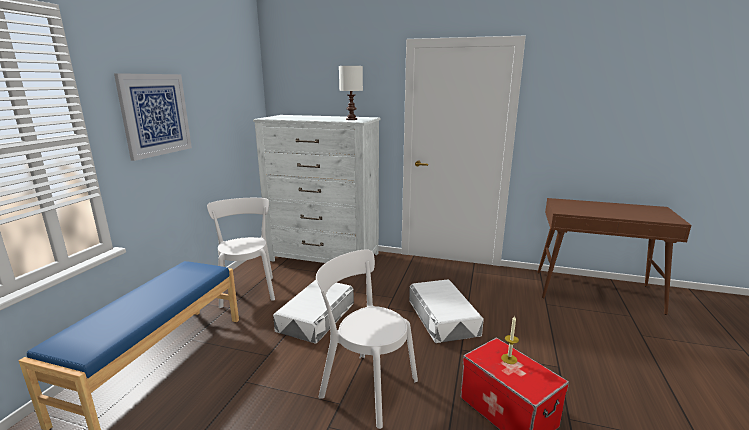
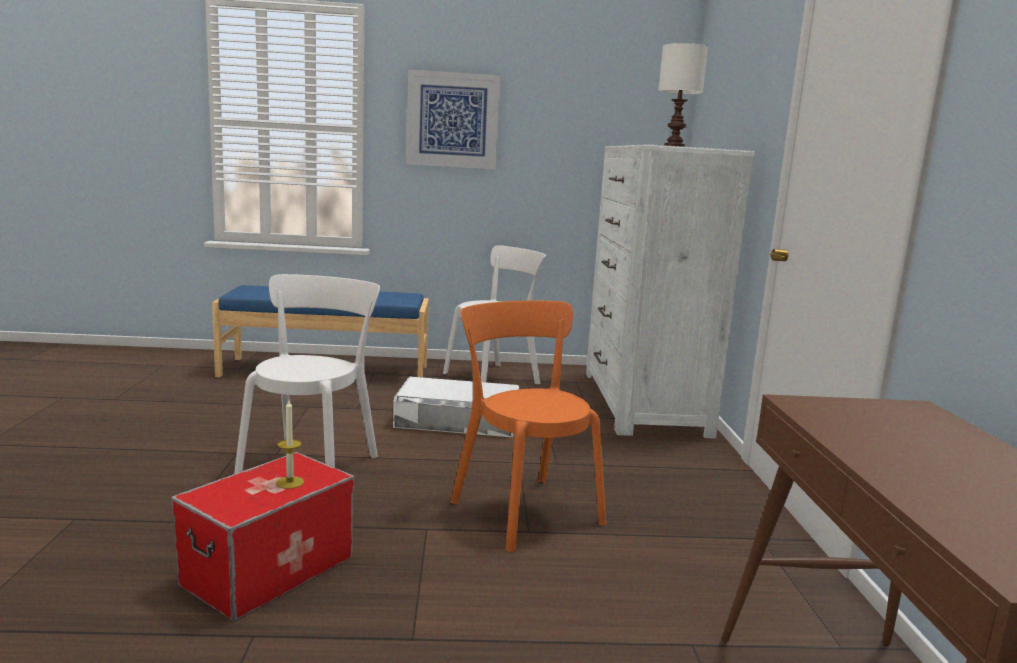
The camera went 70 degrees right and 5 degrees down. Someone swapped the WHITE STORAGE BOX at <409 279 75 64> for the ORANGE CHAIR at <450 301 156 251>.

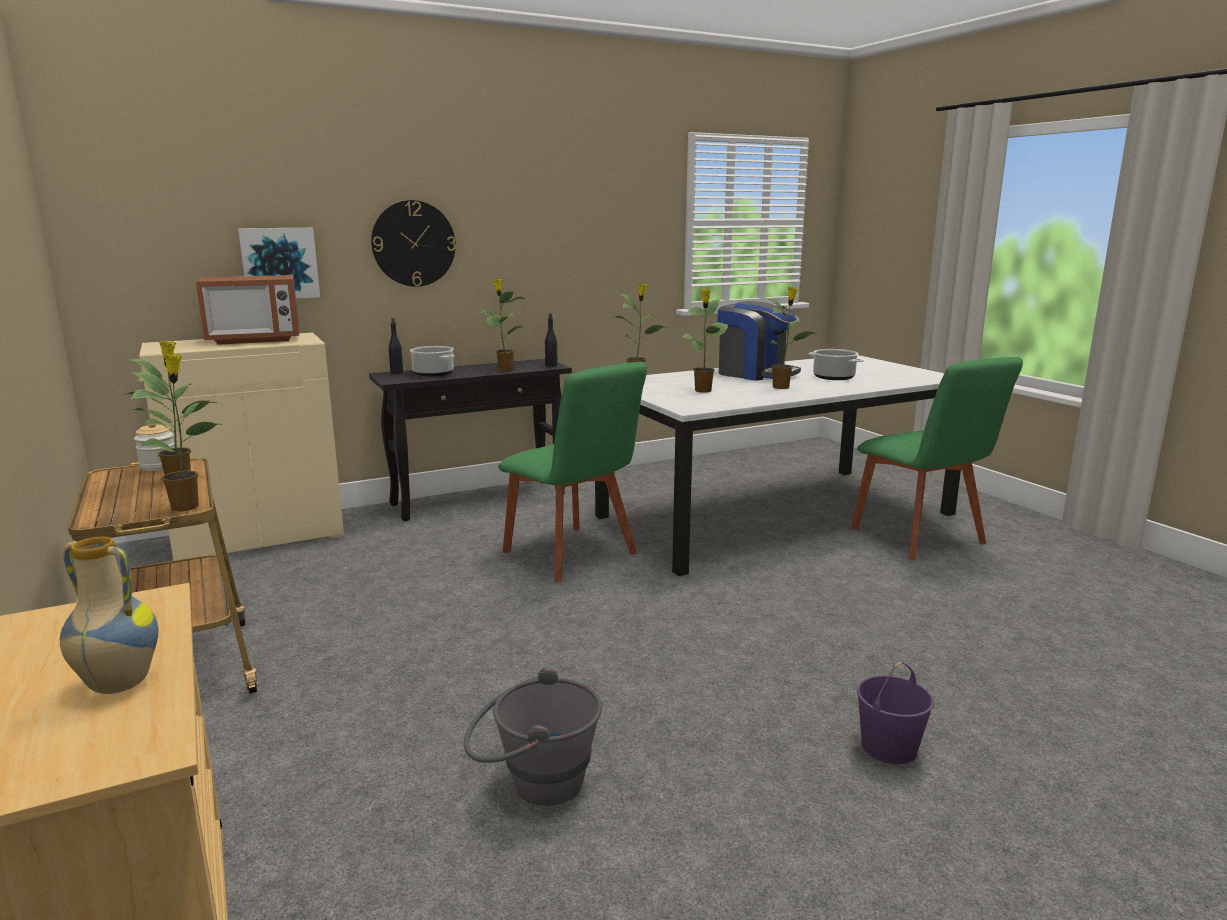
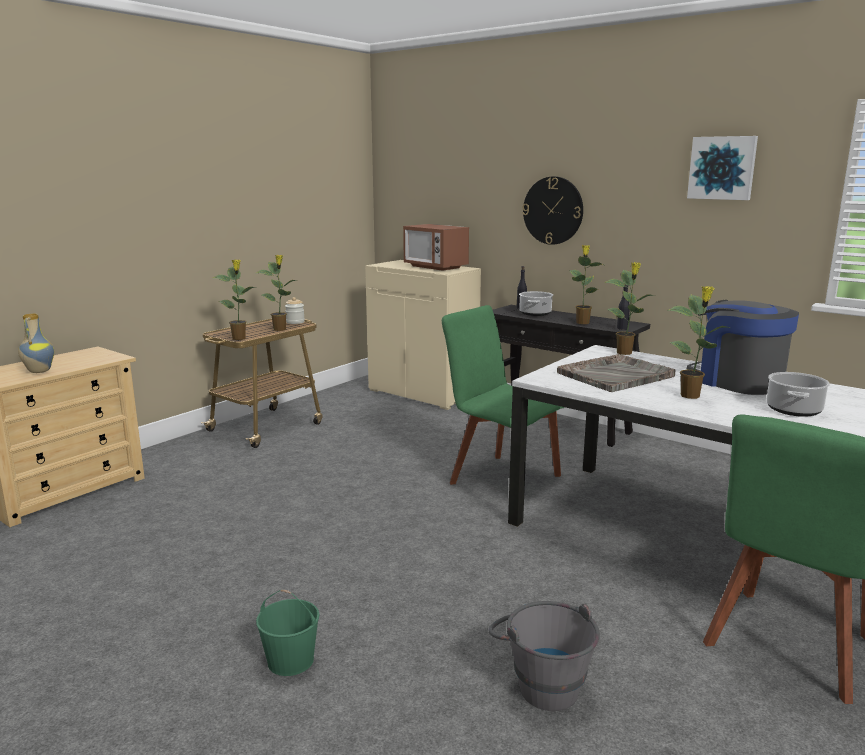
The camera went 65 degrees right and 0 degrees up. Someone carried the PICTURE from <238 228 82 70> to <687 136 71 64>. Someone swapped the POTTED PLANT at <682 289 46 103> for the GREY TRAY at <557 354 118 38>. Someone rotated the COFFEE MACHINE at <718 301 83 80> by 135 degrees clockwise. Someone rotated the GREEN CHAIR at <498 362 149 220> by 105 degrees clockwise. Someone repainted the PURPLE BUCKET at <857 662 77 102>, which became the GREEN BUCKET at <256 590 64 86>. Someone carried the GREY BUCKET from <464 667 138 139> to <489 601 111 110>.

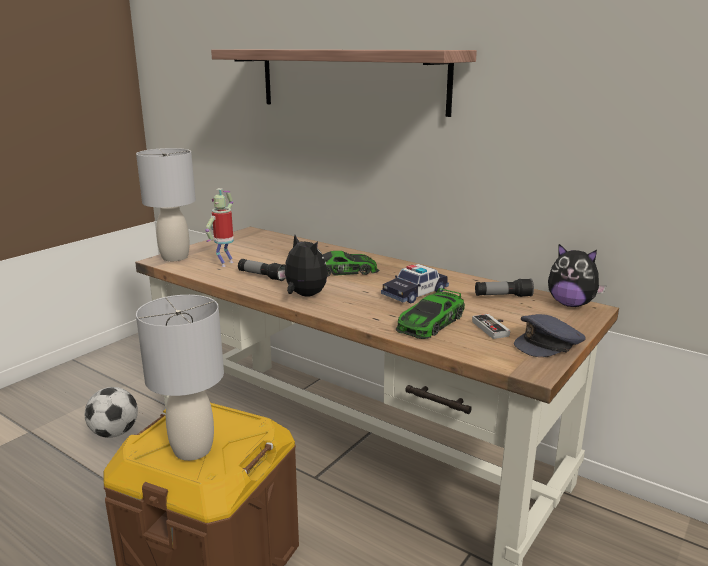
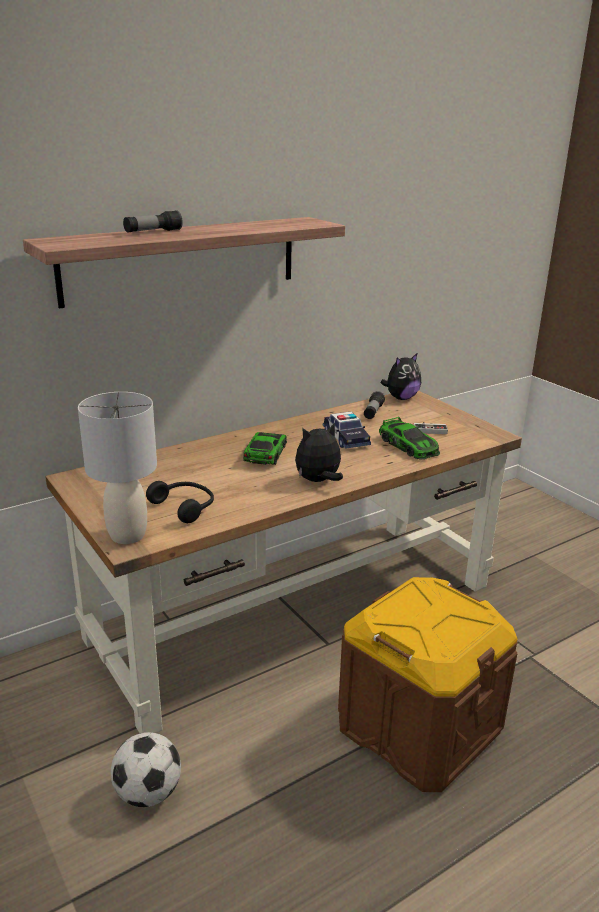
The camera went 70 degrees left and 5 degrees up. Someone swapped the TOY ROBOT at <205 188 29 79> for the BLACK HEADPHONES at <146 481 68 42>. Someone carried the FLASHLIGHT from <238 259 47 22> to <123 210 60 22>. Someone took away the GREY TABLE LAMP at <136 295 88 166>. Someone took away the GREY CAP at <514 314 72 43>.

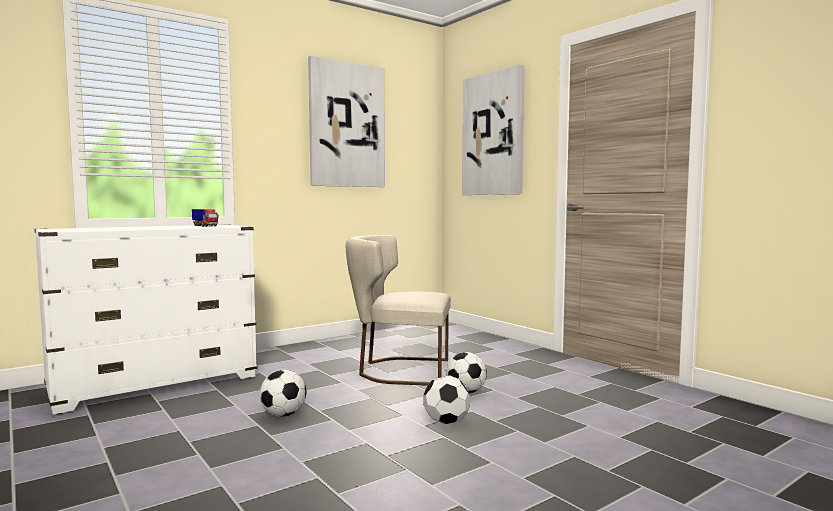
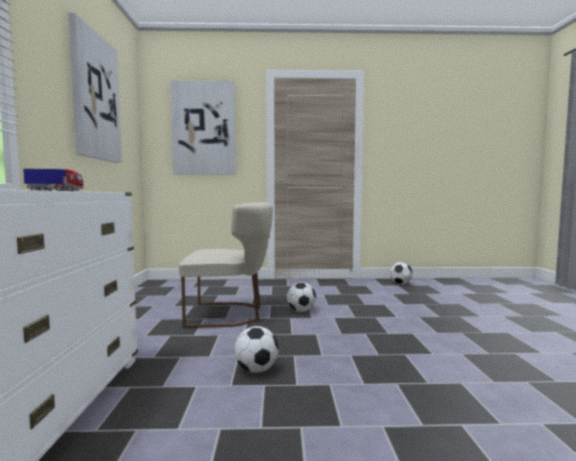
The camera went 55 degrees left and 0 degrees up. Someone rotated the BEIGE CHAIR at <346 235 105 151> by 135 degrees counterclockwise. Someone carried the FOOTBALL from <423 376 47 48> to <390 262 23 23>.

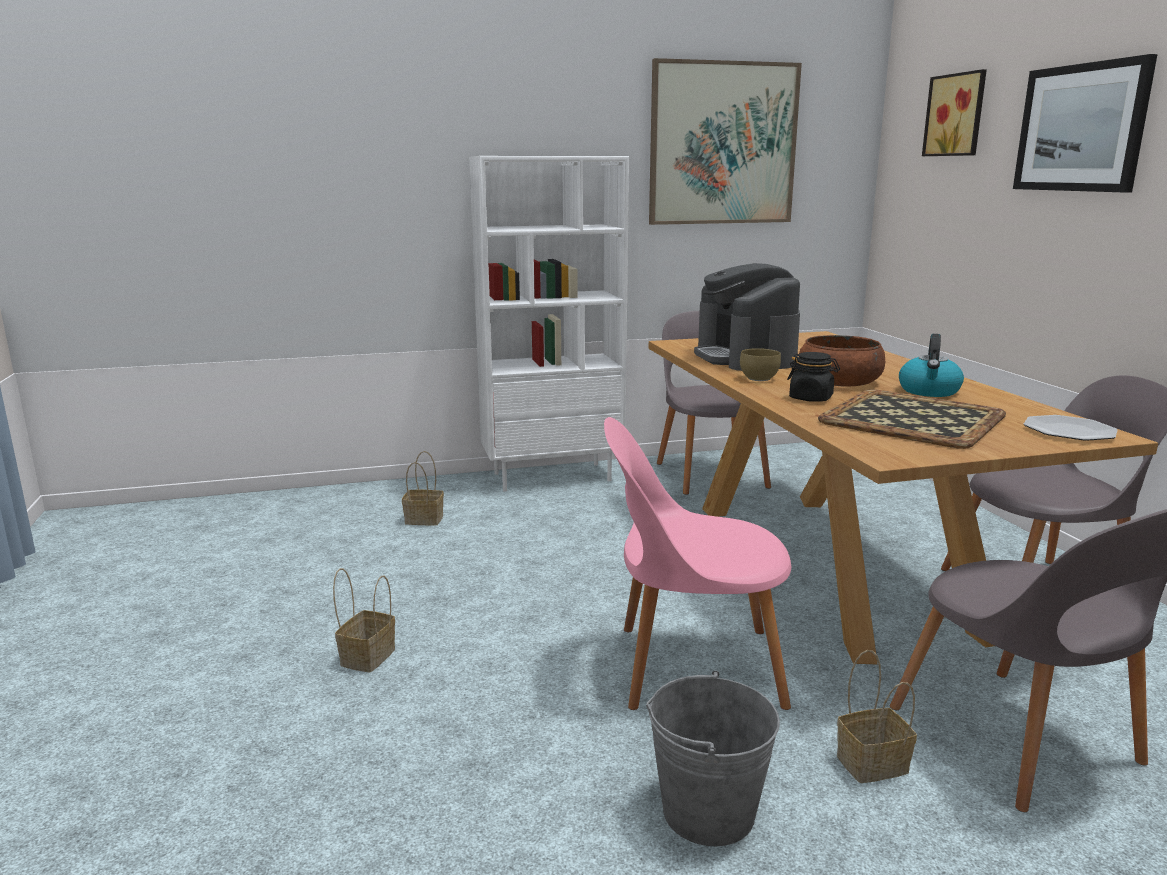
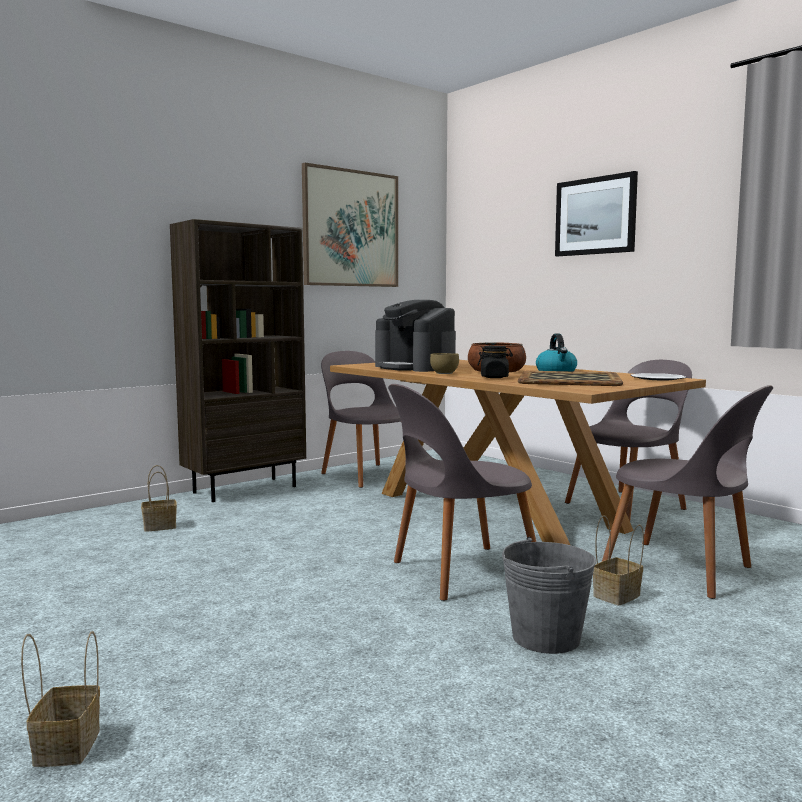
The camera went 25 degrees left and 10 degrees down. Someone took away the PICTURE at <922 69 65 87>. Someone repainted the WHITE BOOKCASE at <469 156 160 335>, which became the BROWN BOOKCASE at <170 219 136 283>. Someone repainted the PINK CHAIR at <604 417 187 293>, which became the GREY CHAIR at <388 384 148 217>. Someone carried the BASKET from <333 568 62 104> to <21 631 79 136>.

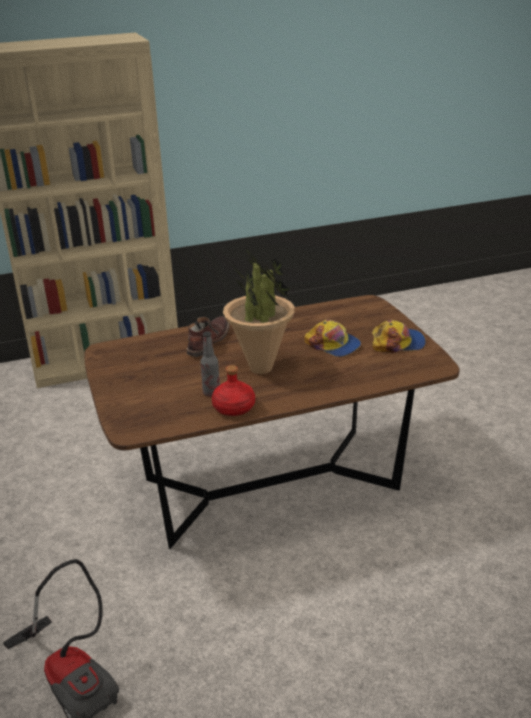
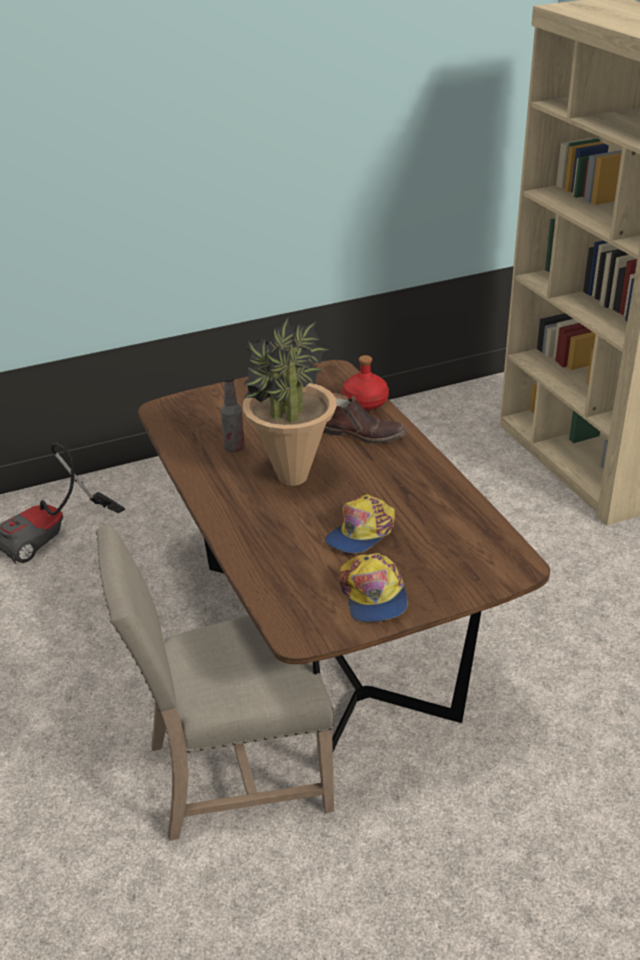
The camera went 85 degrees right and 5 degrees up. Someone carried the RED BOTTLE from <212 365 43 51> to <342 355 47 55>. Someone put down the BEIGE CHAIR at <96 524 239 317>.

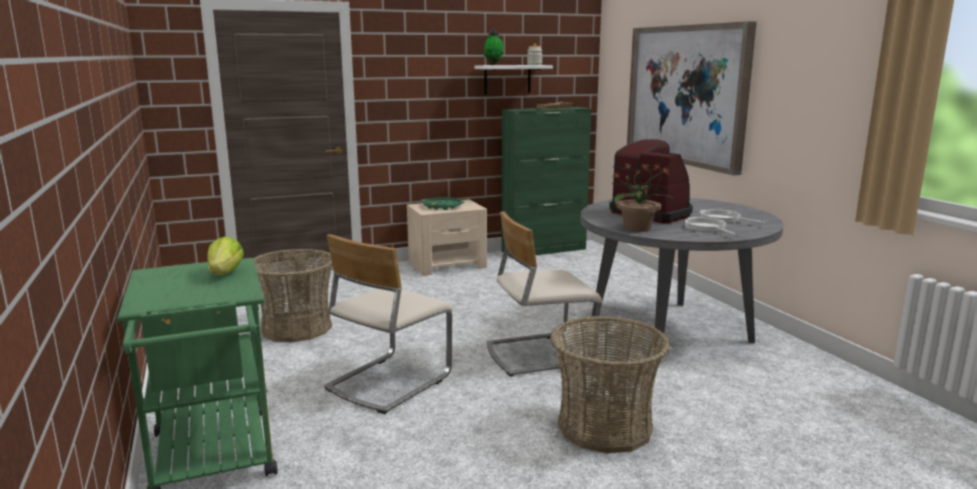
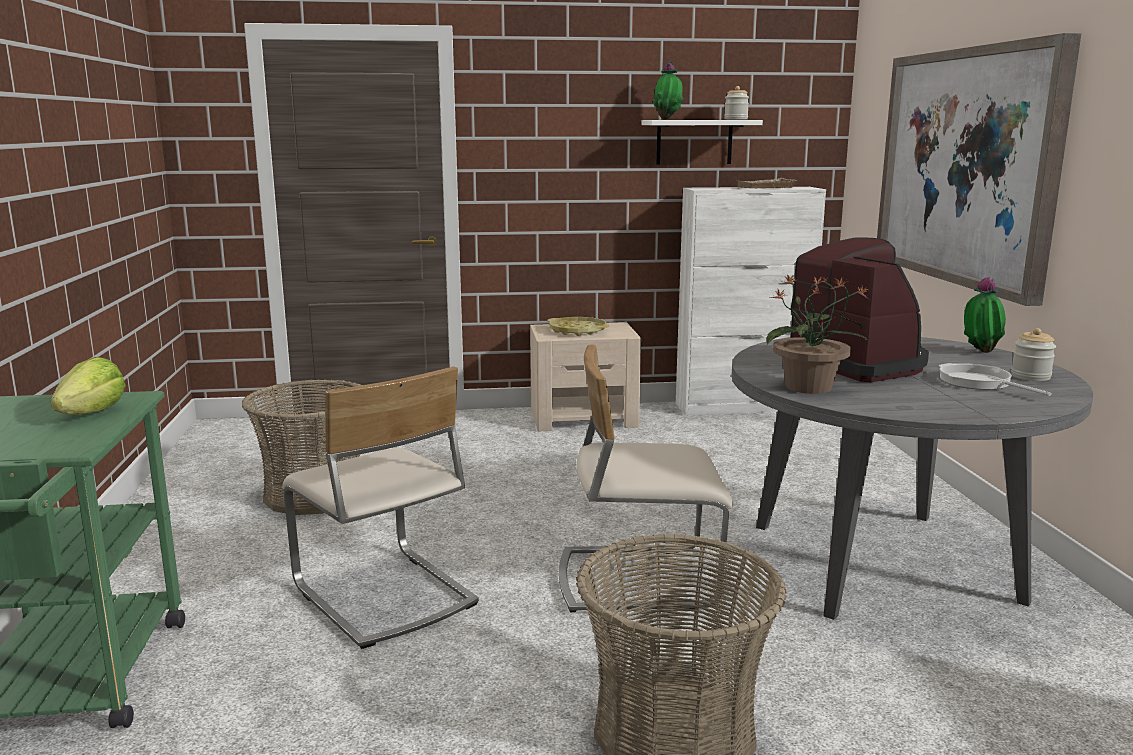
The camera went 15 degrees right and 0 degrees up. Someone repainted the GREEN CABINET at <501 107 90 151>, which became the WHITE CABINET at <676 187 150 228>. Someone repainted the GREEN TRAY at <421 197 44 13>, which became the YELLOW TRAY at <547 317 62 19>. Someone took away the FRYING PAN at <685 217 52 19>. Someone rotated the BEIGE CHAIR at <324 234 129 180> by 90 degrees counterclockwise. Someone put down the POTTED PLANT at <964 277 42 76>. Someone put down the JAR at <1011 328 45 53>.

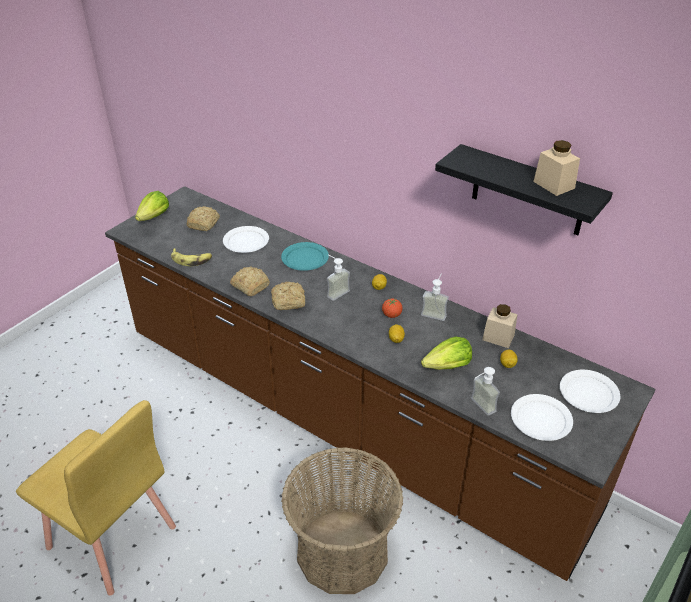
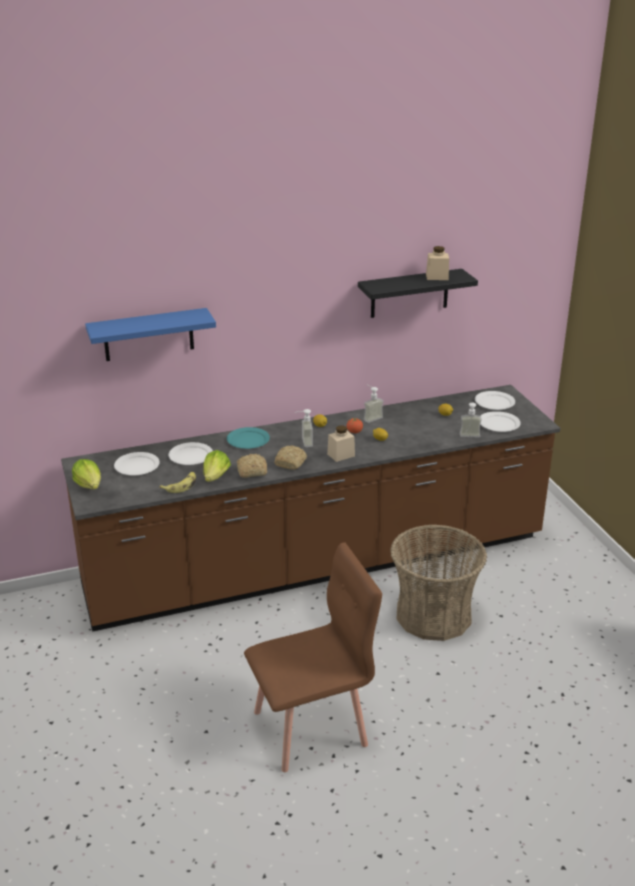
The camera went 55 degrees left and 10 degrees down. Someone swapped the BREAD at <187 206 33 25> for the WHITE PLATE at <114 452 46 23>. Someone carried the BEIGE JAR from <482 304 35 44> to <327 425 28 37>. Someone carried the LETTUCE from <421 337 51 33> to <203 450 28 32>. Someone repainted the YELLOW CHAIR at <16 400 160 196>, which became the BROWN CHAIR at <244 542 138 230>. Someone put up the BLUE SHELF at <85 308 131 53>.

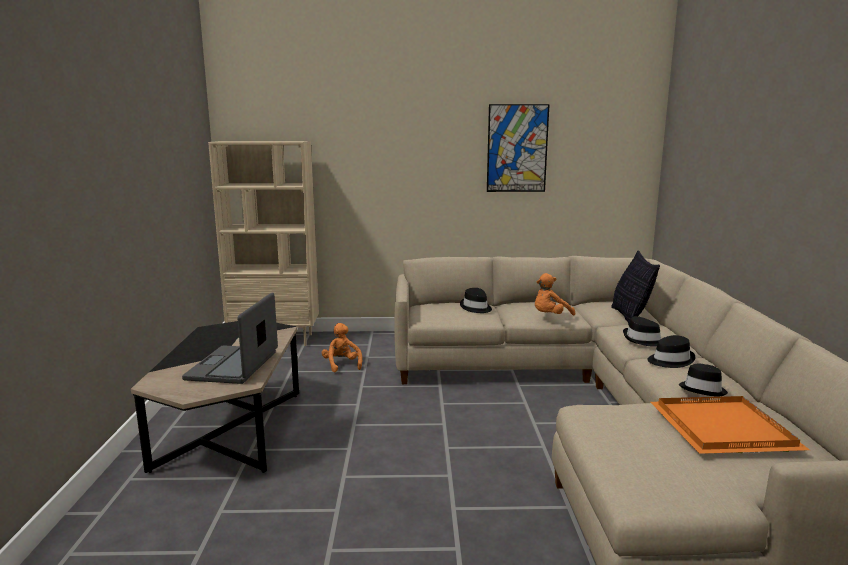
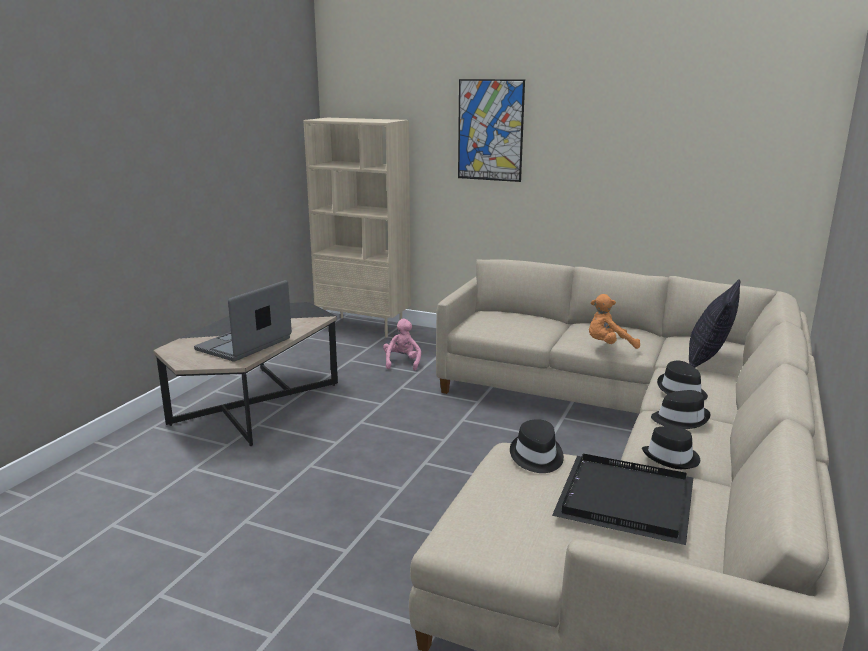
The camera went 25 degrees right and 5 degrees up. Someone carried the PICTURE from <487 104 63 88> to <458 79 67 103>. Someone carried the BLACK HAT from <460 288 32 25> to <510 419 54 54>. Someone repainted the ORANGE PLUSH TOY at <322 323 40 50>, which became the PINK PLUSH TOY at <383 318 38 53>. Someone repainted the ORANGE TRAY at <651 396 159 58>, which became the BLACK TRAY at <552 454 141 91>.

